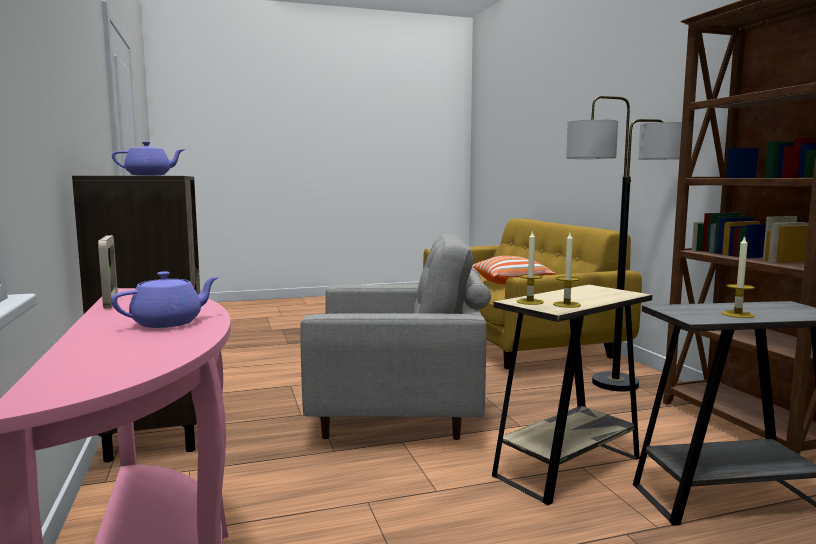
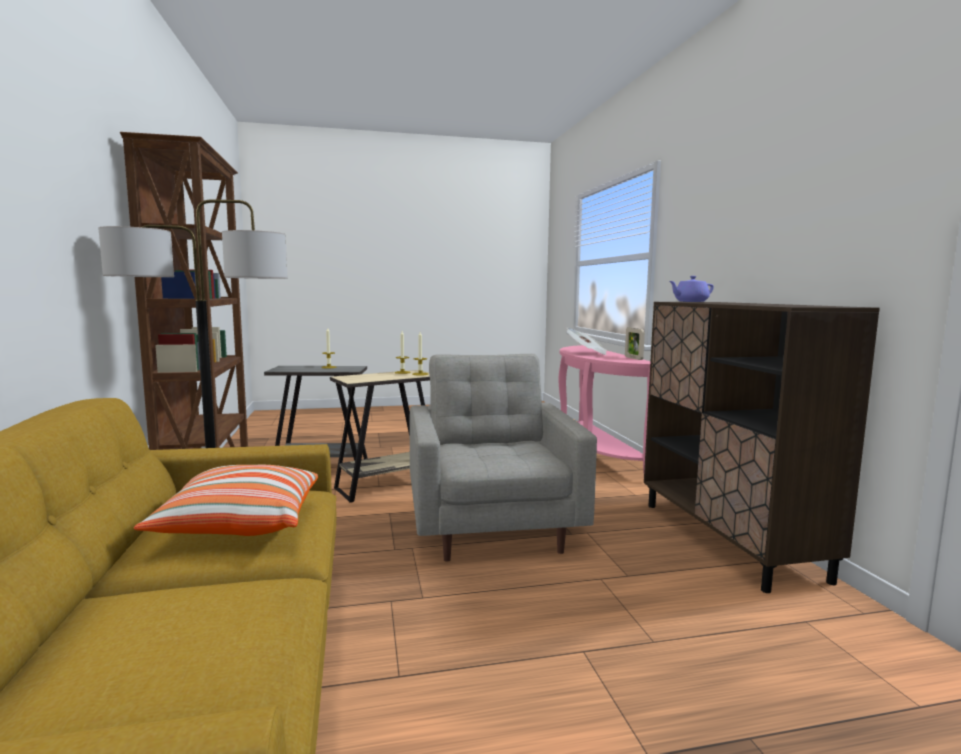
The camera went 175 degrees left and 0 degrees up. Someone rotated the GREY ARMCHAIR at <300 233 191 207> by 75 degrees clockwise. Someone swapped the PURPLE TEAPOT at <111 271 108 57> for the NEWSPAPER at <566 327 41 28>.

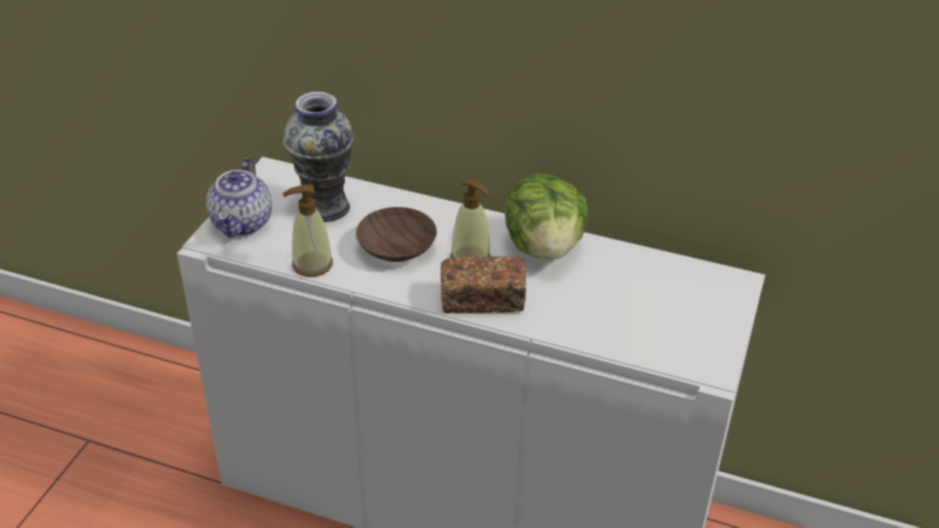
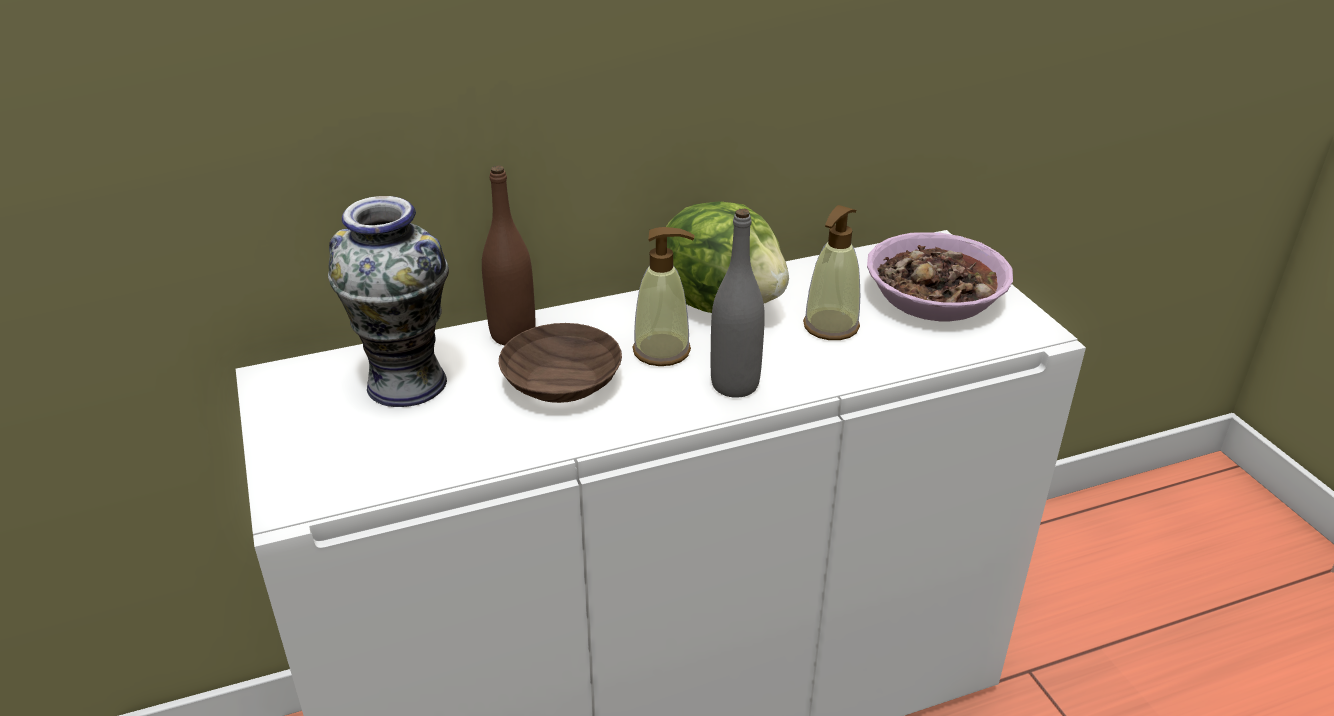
The camera went 40 degrees left and 5 degrees down. Someone took away the TEAPOT at <206 158 66 80>. Someone carried the SOAP DISPENSER from <283 185 50 92> to <803 205 57 135>. Someone swapped the BREAD at <441 256 85 57> for the GREY BOTTLE at <711 209 54 189>. Someone put down the BROWN BOTTLE at <482 165 53 180>. Someone put down the BOWL at <867 232 146 89>.

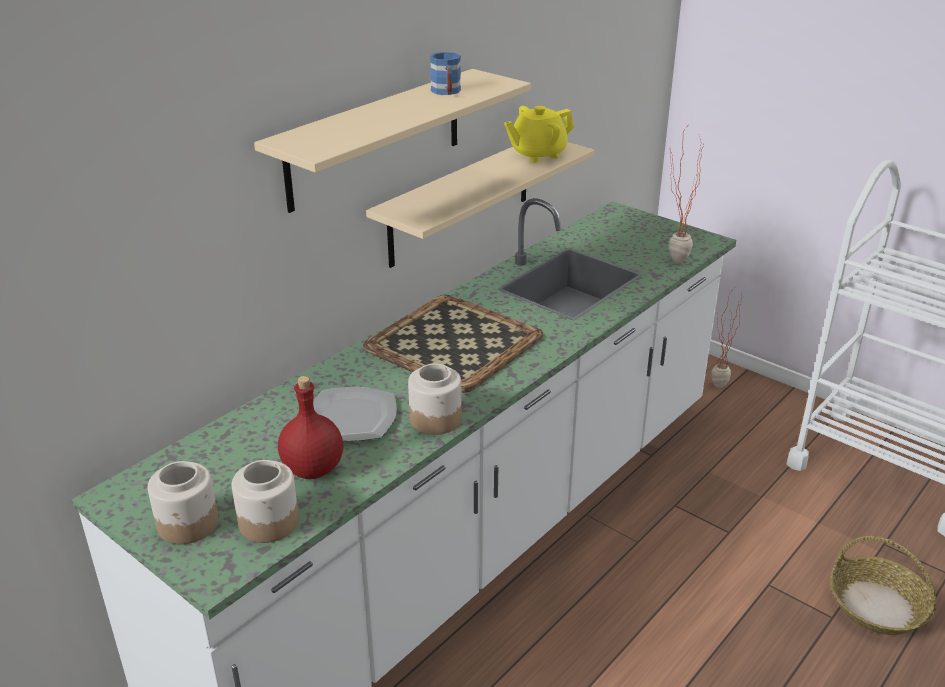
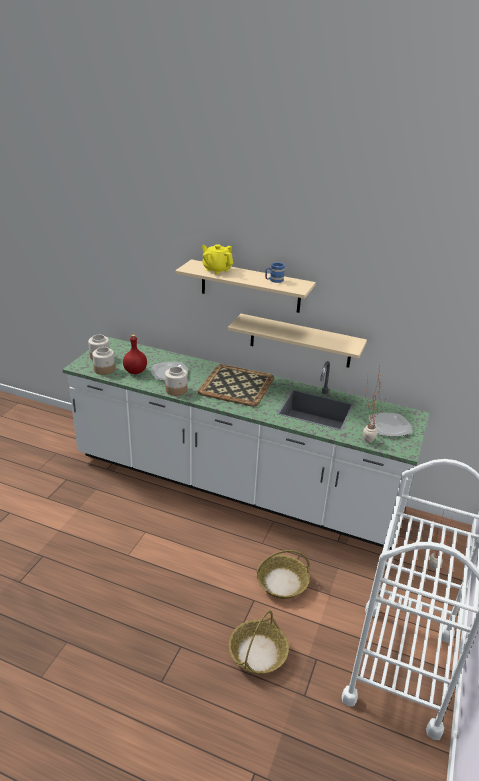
The camera went 70 degrees right and 0 degrees up. Someone carried the YELLOW TEAPOT from <504 106 70 56> to <202 244 31 30>. Someone put down the PLATE at <369 413 43 24>. Someone put down the BASKET at <256 550 54 49>.

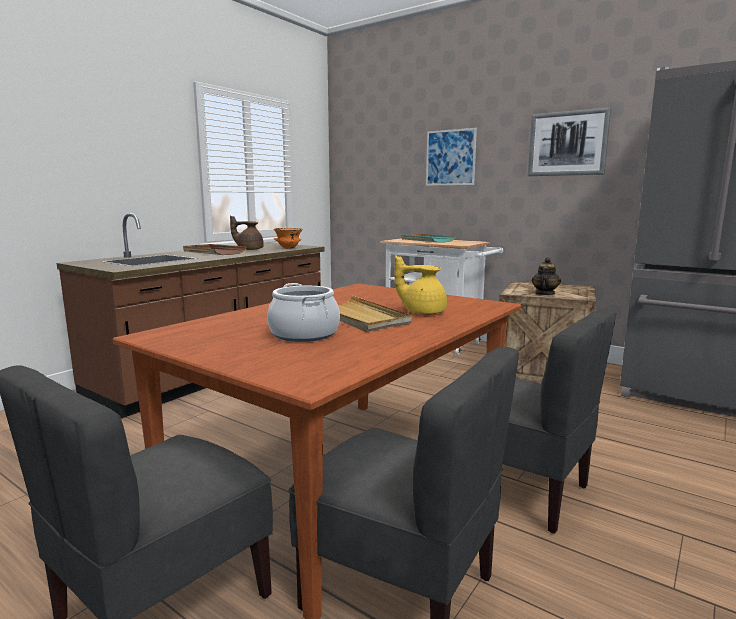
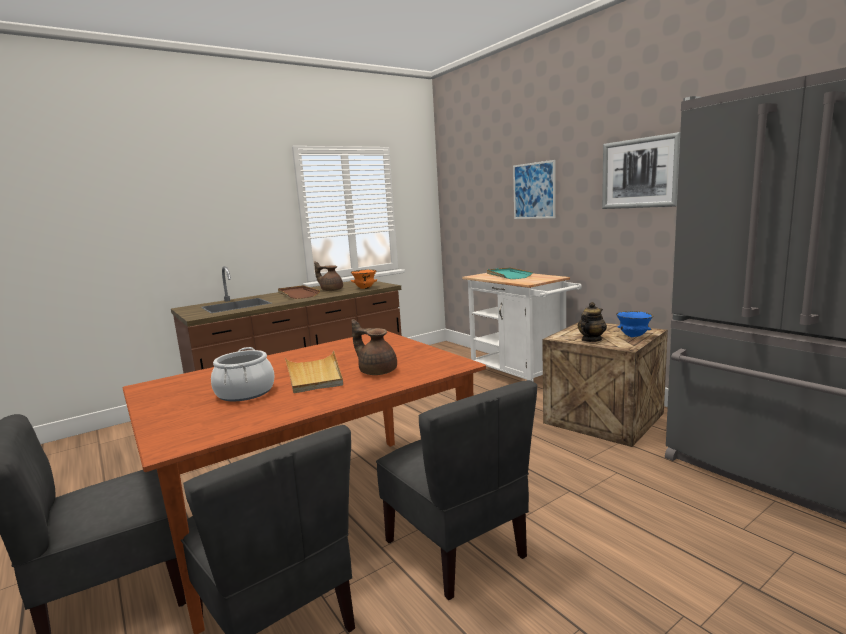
The camera went 20 degrees right and 0 degrees up. Someone repainted the YELLOW TEAPOT at <394 255 53 60>, which became the BROWN TEAPOT at <352 319 45 56>. Someone put down the BLUE BOWL at <616 311 38 26>.

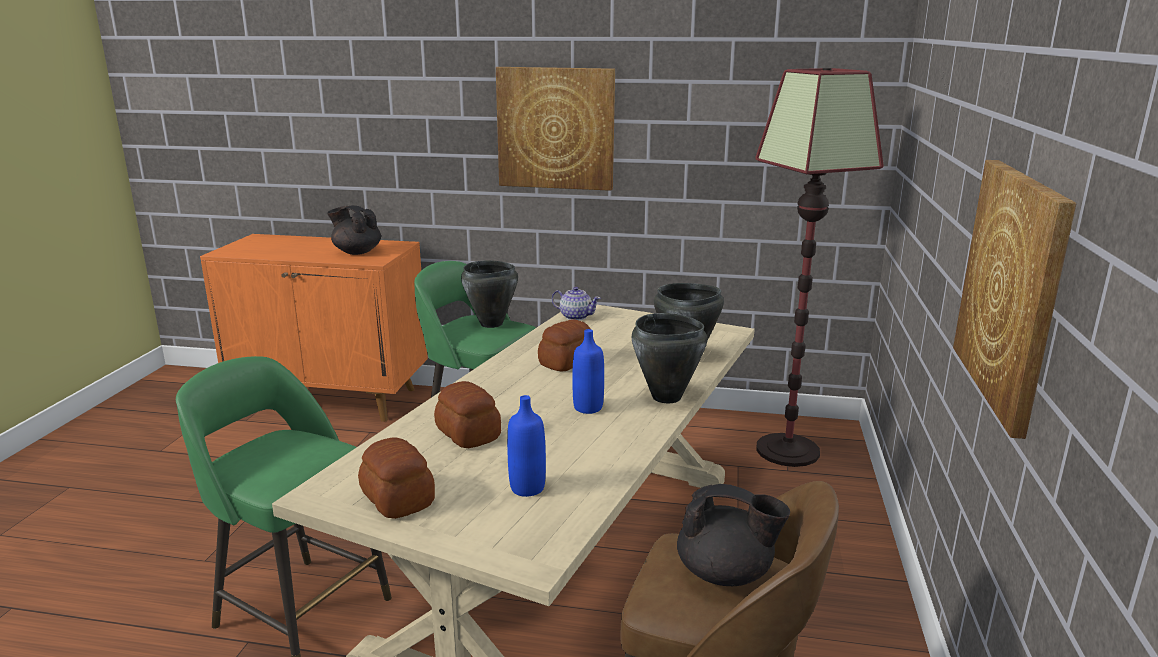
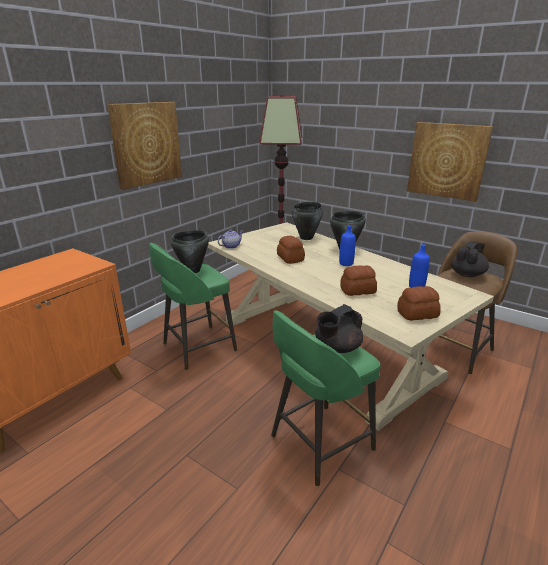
The camera went 65 degrees left and 5 degrees up. Someone carried the BLACK TEAPOT from <327 205 54 50> to <315 304 48 49>.

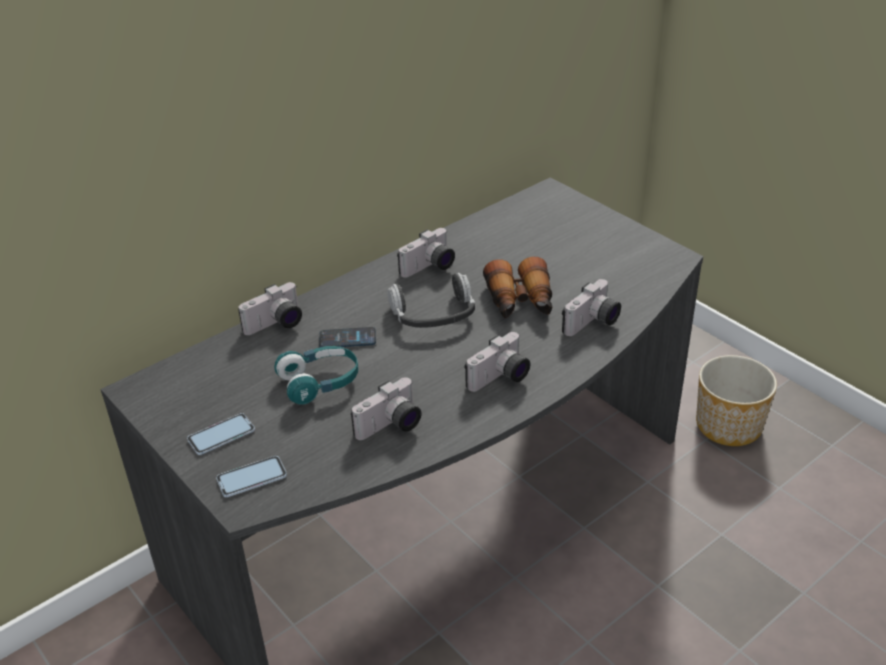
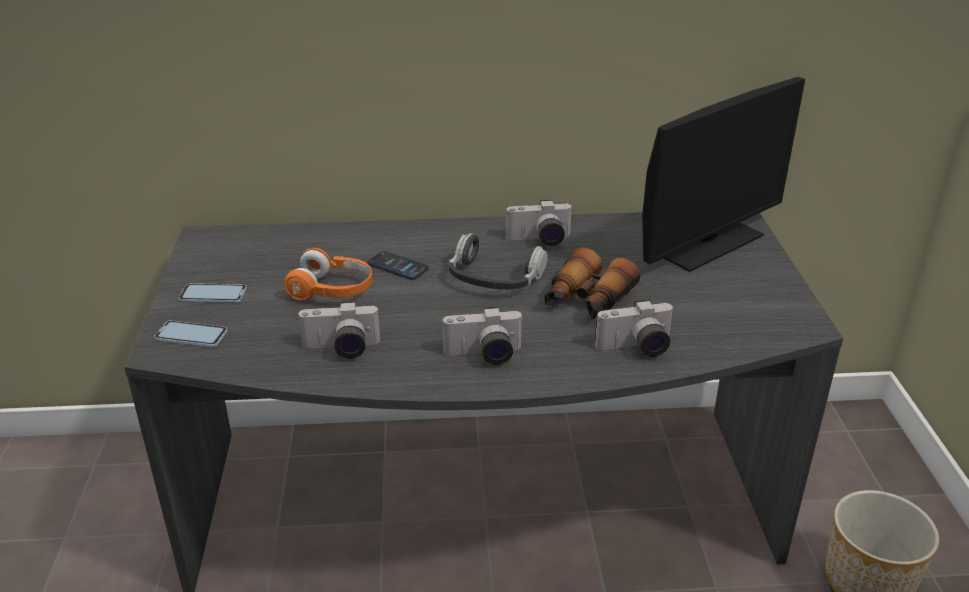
The camera went 35 degrees right and 5 degrees down. Someone took away the PHOTO CAMERA at <238 282 64 53>. Someone repainted the TURQUOISE HEADPHONES at <274 346 84 59>, which became the ORANGE HEADPHONES at <284 248 88 52>. Someone put down the MONITOR at <642 77 163 195>.

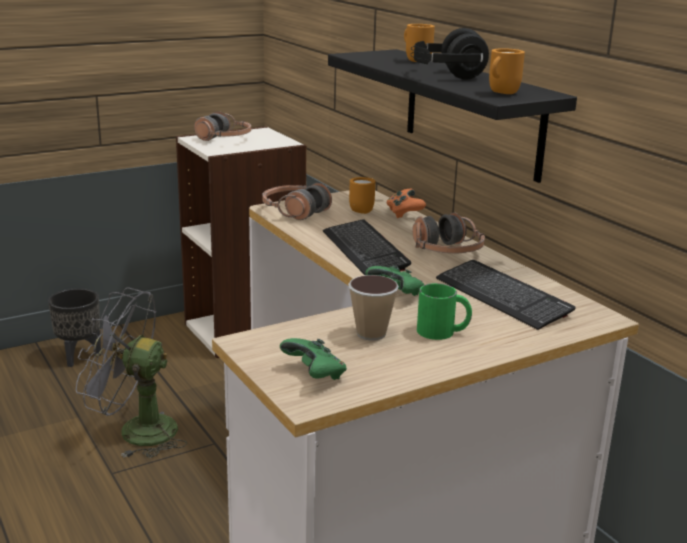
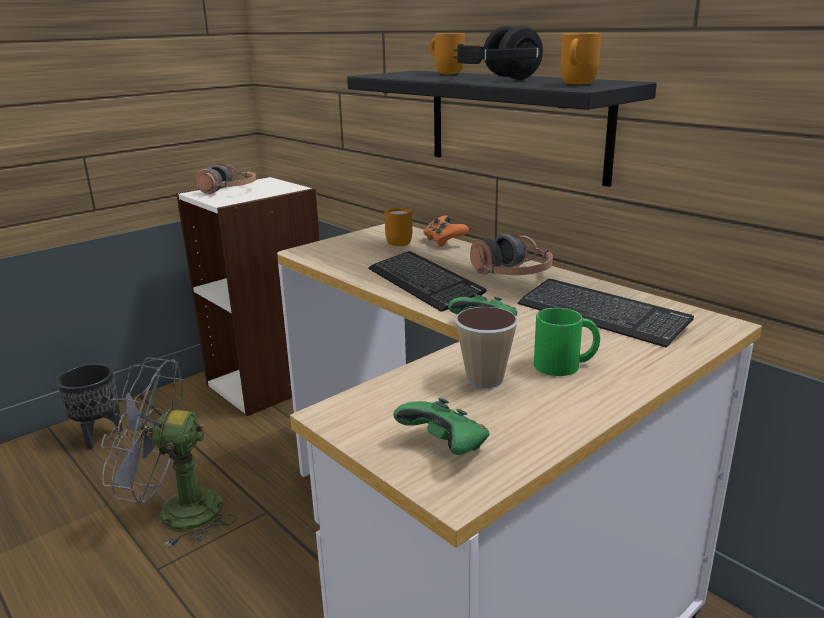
The camera went 10 degrees left and 0 degrees up. Someone took away the HEADPHONES at <262 183 70 37>.

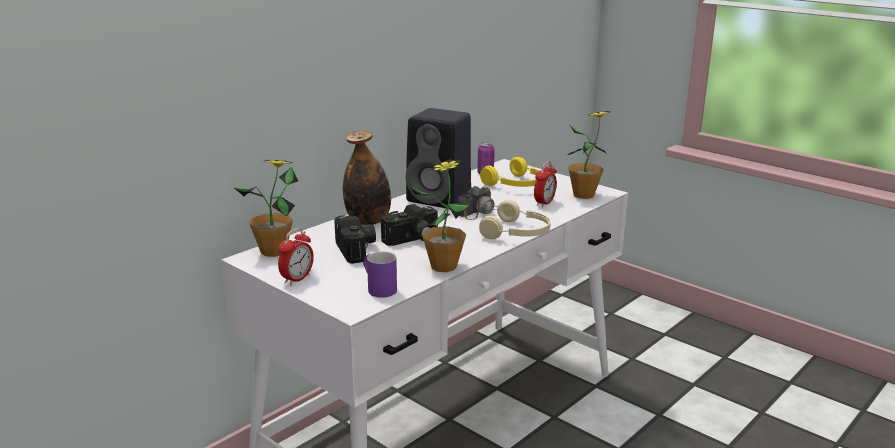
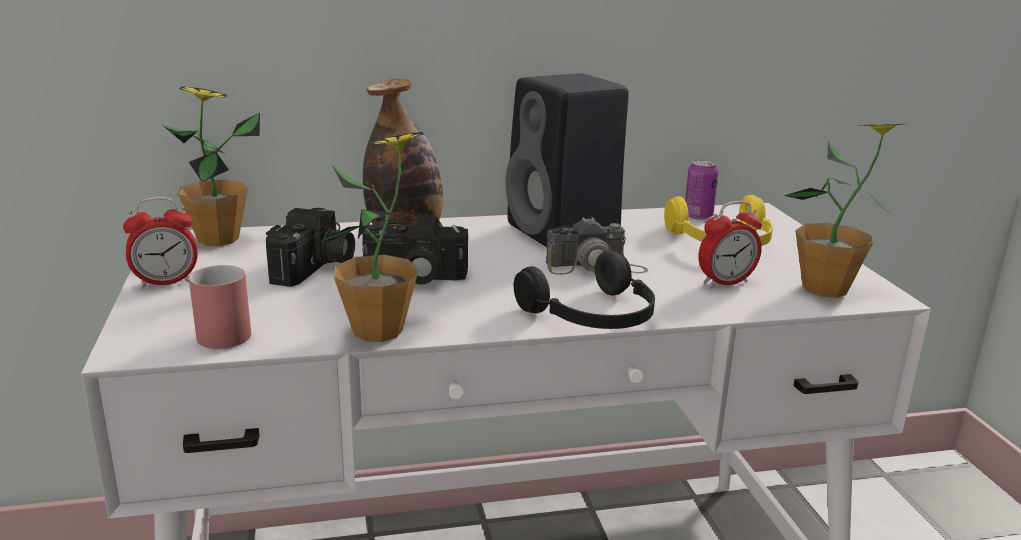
The camera went 35 degrees right and 0 degrees up. Someone repainted the BEIGE HEADPHONES at <479 200 72 39>, which became the BLACK HEADPHONES at <514 251 141 78>. Someone repainted the PURPLE MUG at <363 252 34 46>, which became the RED MUG at <189 265 62 84>.

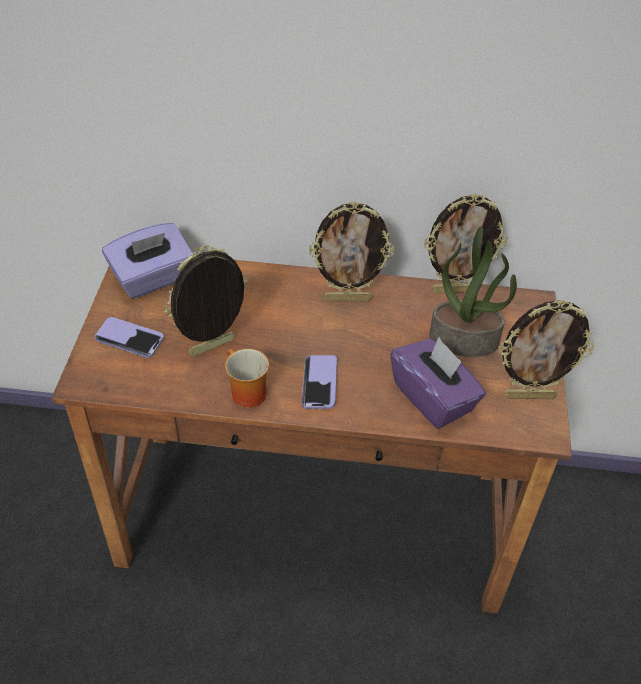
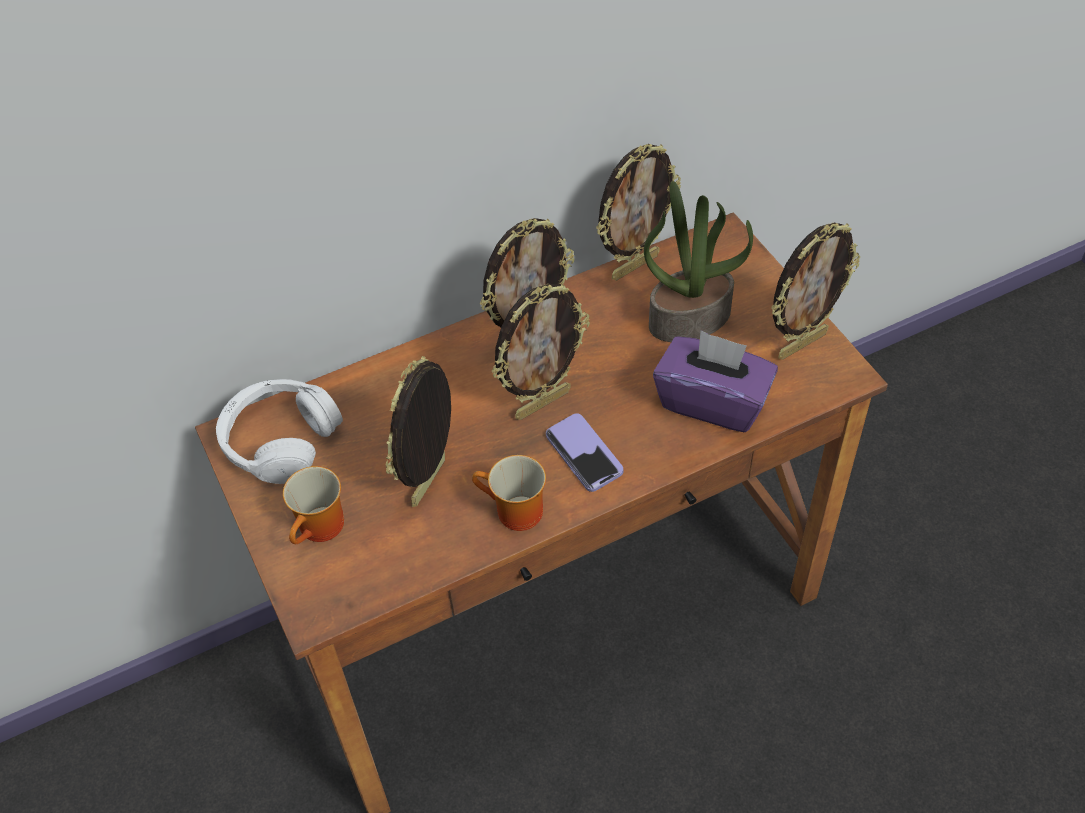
The camera went 30 degrees left and 5 degrees up. Someone swapped the PURPLE TISSUE BOX at <102 223 90 76> for the WHITE HEADPHONES at <216 379 127 105>. Someone swapped the PHONE at <95 317 69 41> for the MUG at <283 466 61 78>. Someone put down the PICTURE FRAME at <491 284 99 136>.

